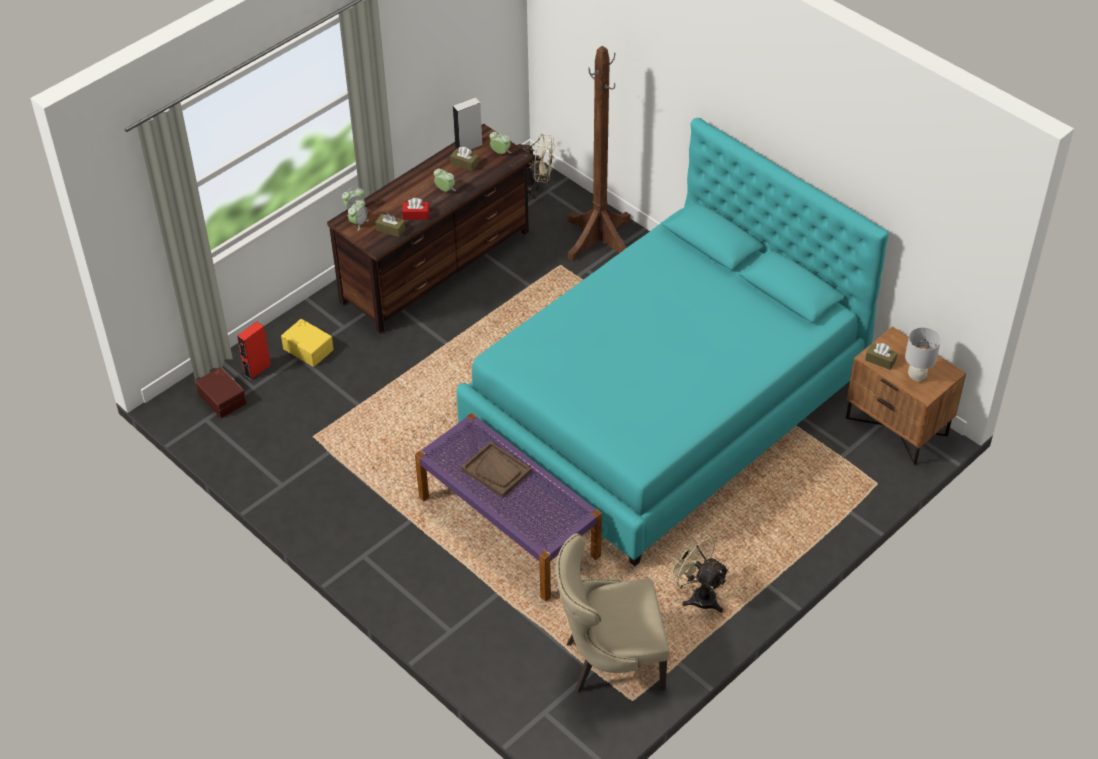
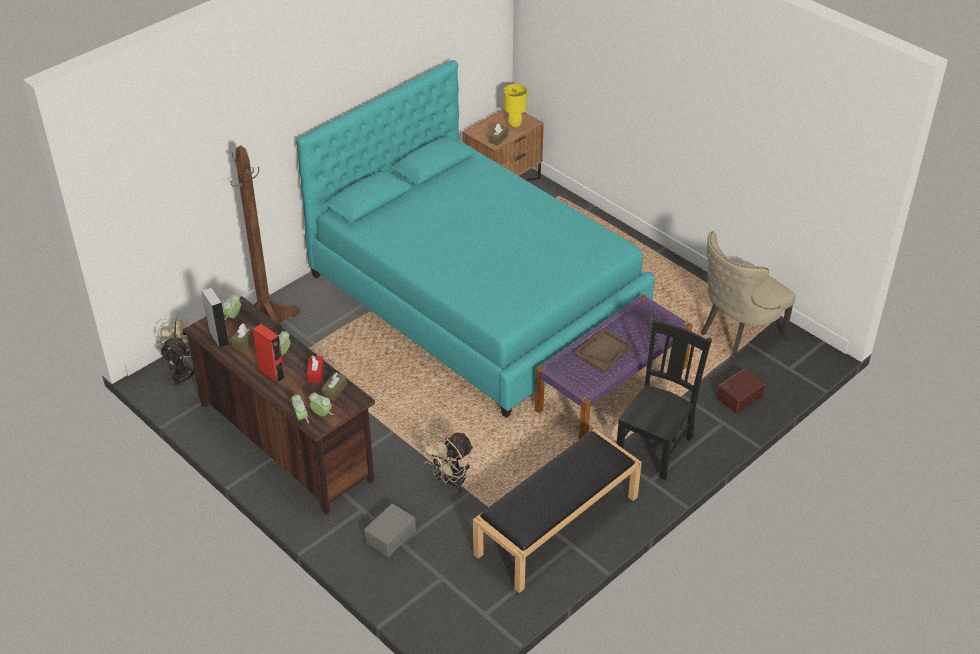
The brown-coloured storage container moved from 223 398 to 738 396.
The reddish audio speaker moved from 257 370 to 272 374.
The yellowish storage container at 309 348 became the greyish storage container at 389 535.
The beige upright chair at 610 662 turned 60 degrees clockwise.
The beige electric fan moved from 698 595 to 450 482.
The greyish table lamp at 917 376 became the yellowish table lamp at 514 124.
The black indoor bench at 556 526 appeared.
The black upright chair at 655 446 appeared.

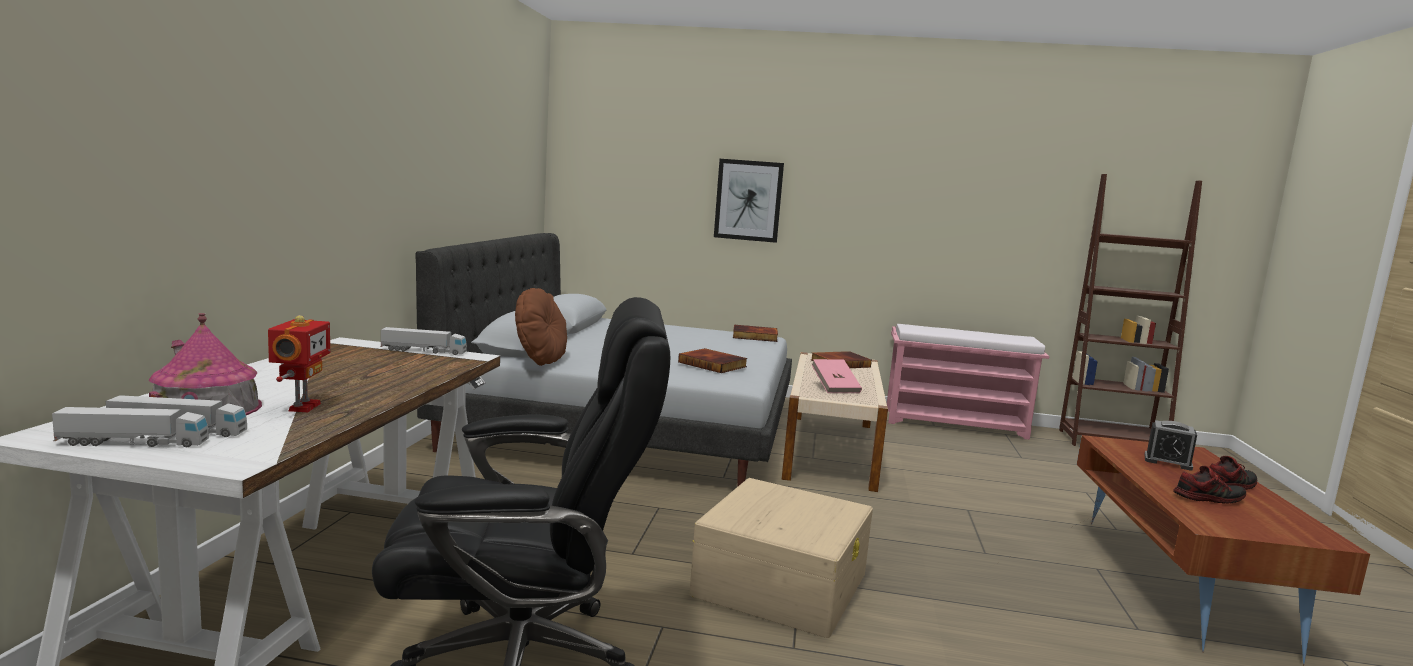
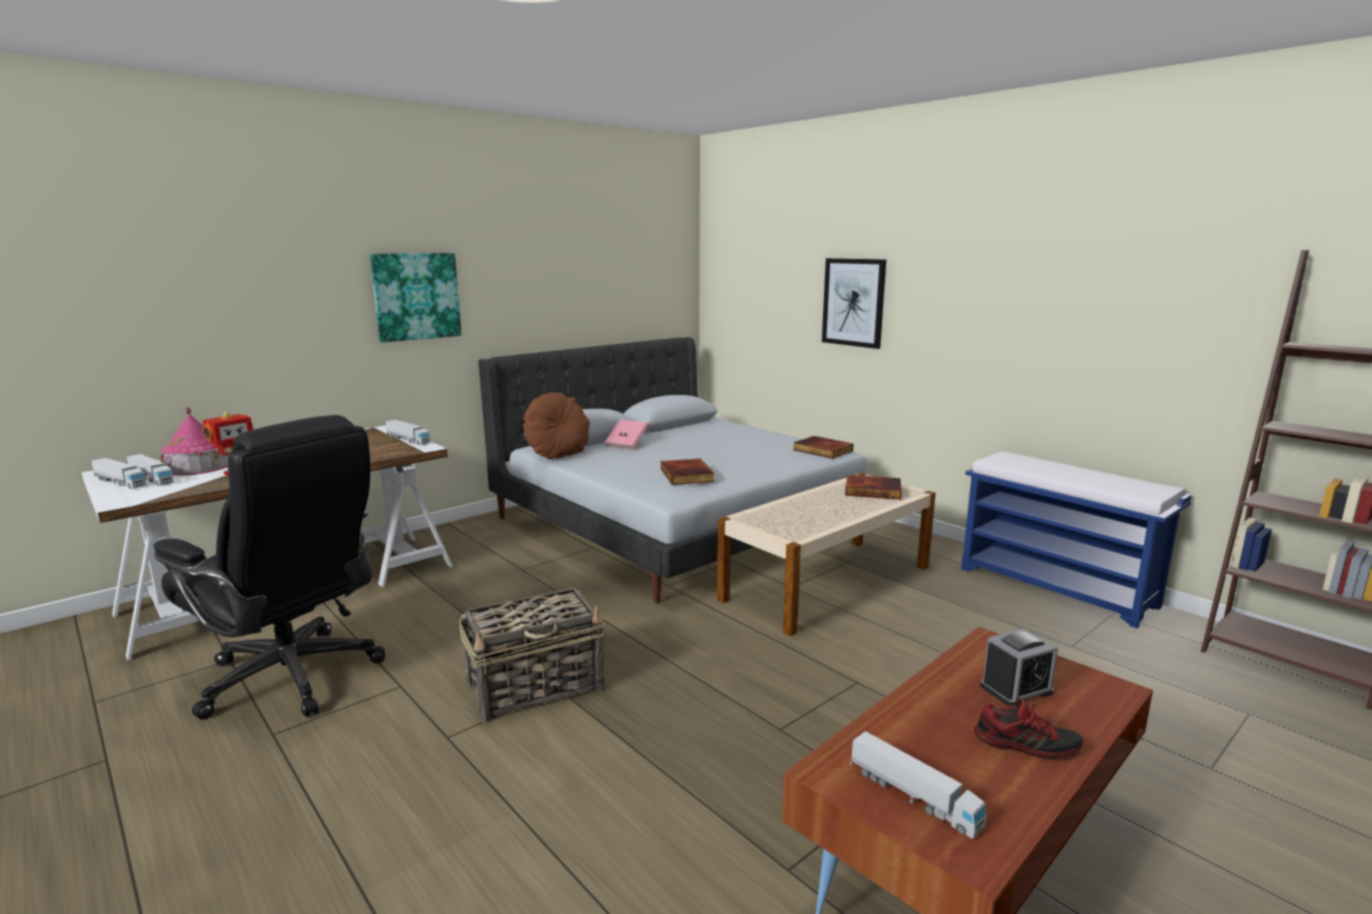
The beige storage container at 781 583 was replaced by the household basket at 536 687.
The pink volume moved from 835 388 to 626 444.
The pink indoor bench at 956 424 became the blue-coloured indoor bench at 1058 587.
The table clock at 1167 462 turned 90 degrees counterclockwise.
The shoe at 1208 498 disappeared.
The picture at 416 296 appeared.
The toy lorry at 913 797 appeared.

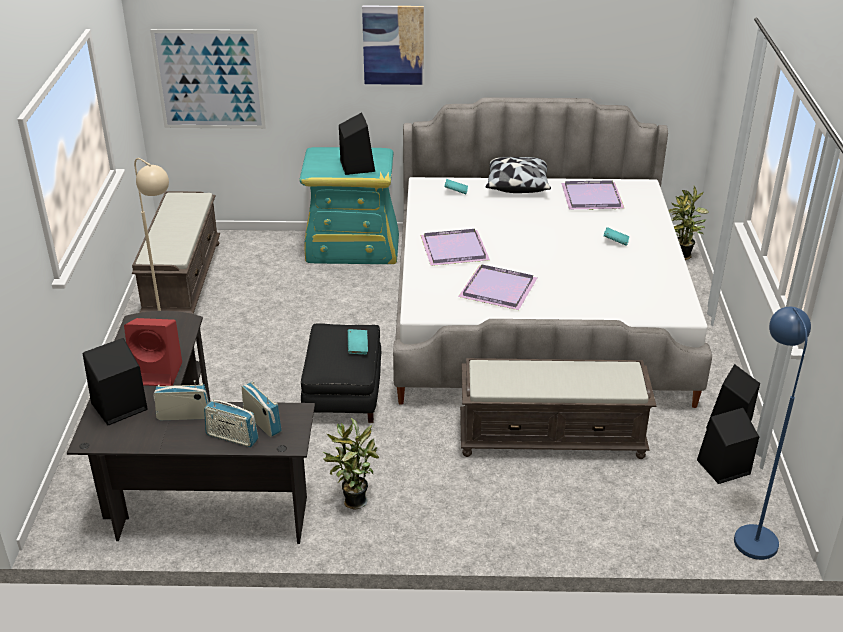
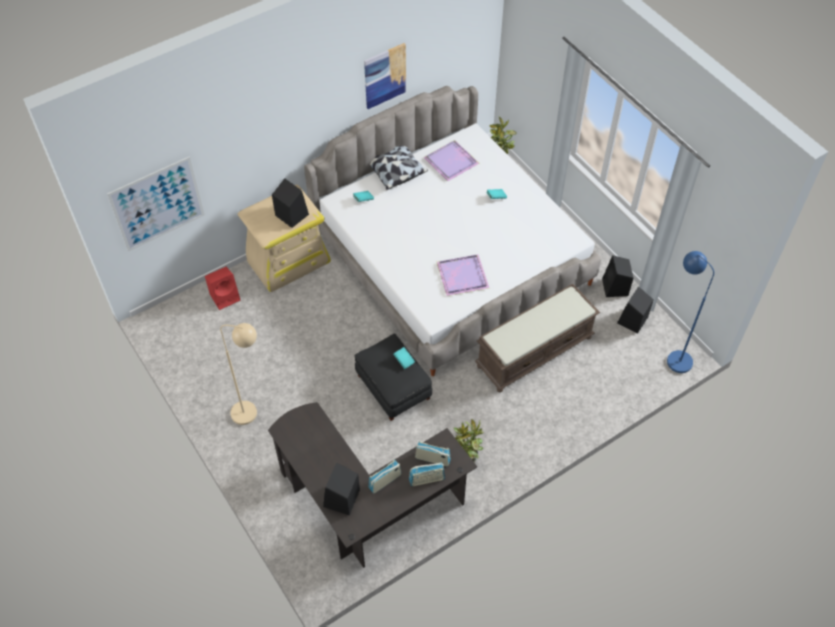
The reddish audio speaker moved from 159 373 to 225 296.
The brown-coloured indoor bench at 182 280 disappeared.
The turquoise nightstand at 353 248 became the beige nightstand at 290 262.
The picture moved from 393 45 to 385 75.
The purplish carrying tray at 453 249 disappeared.

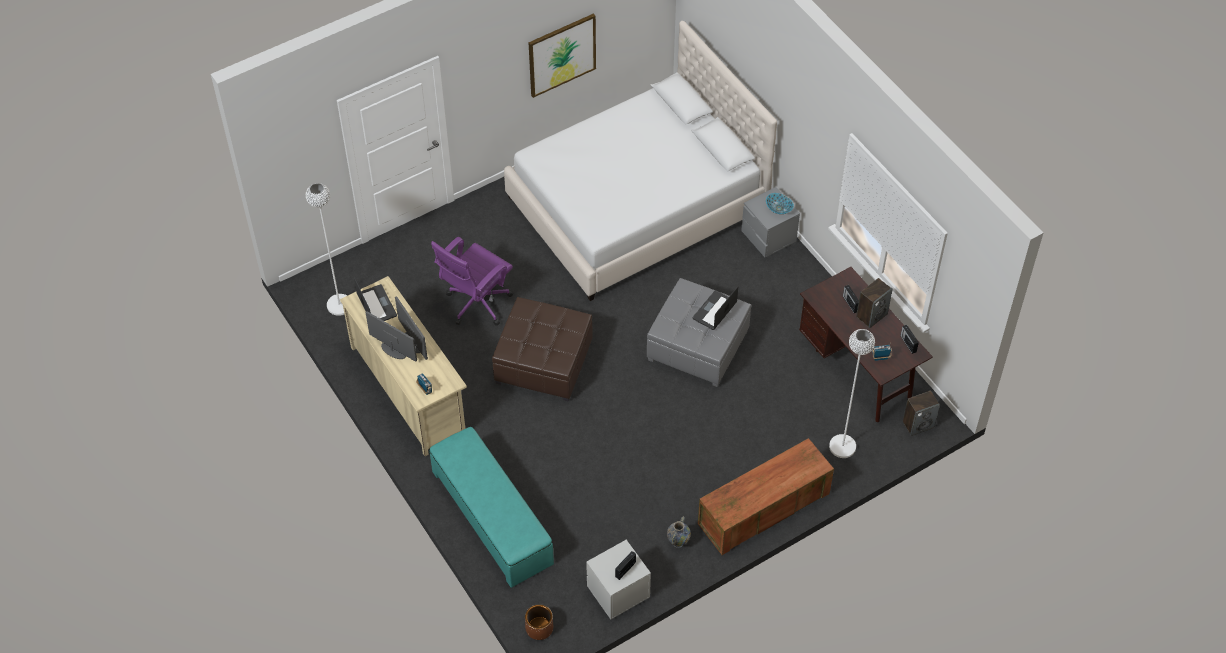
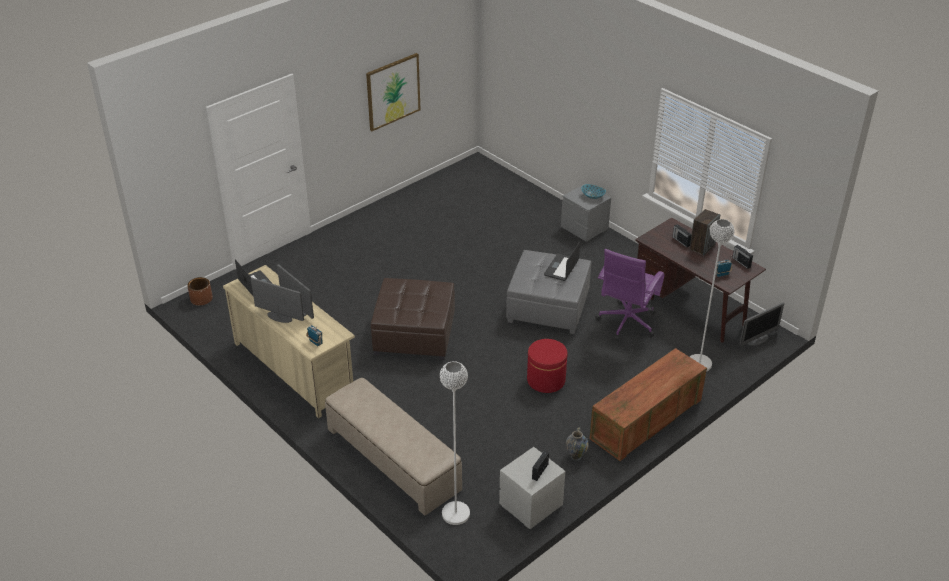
The white standing lamp moved from 339 305 to 455 513.
The turquoise indoor bench at 491 517 became the beige indoor bench at 392 459.
The purplish desk chair moved from 476 305 to 626 325.
The white sleeping bed at 637 204 disappeared.
The brown-coloured plant pot moved from 539 628 to 201 299.
The audio speaker at 918 424 was replaced by the computer screen at 758 340.
The reddish ottoman at 546 380 appeared.

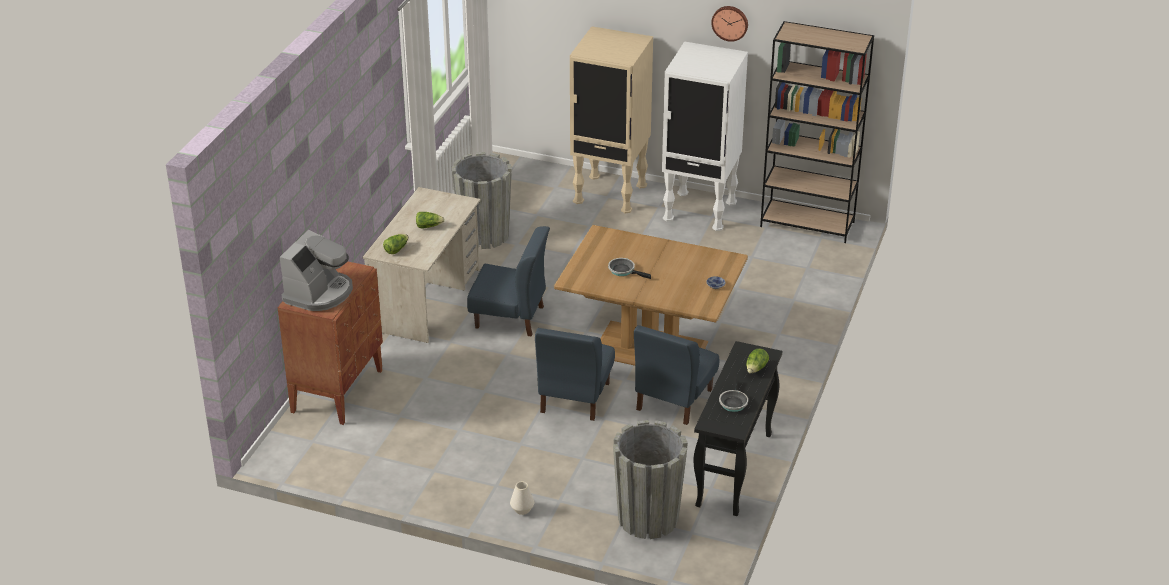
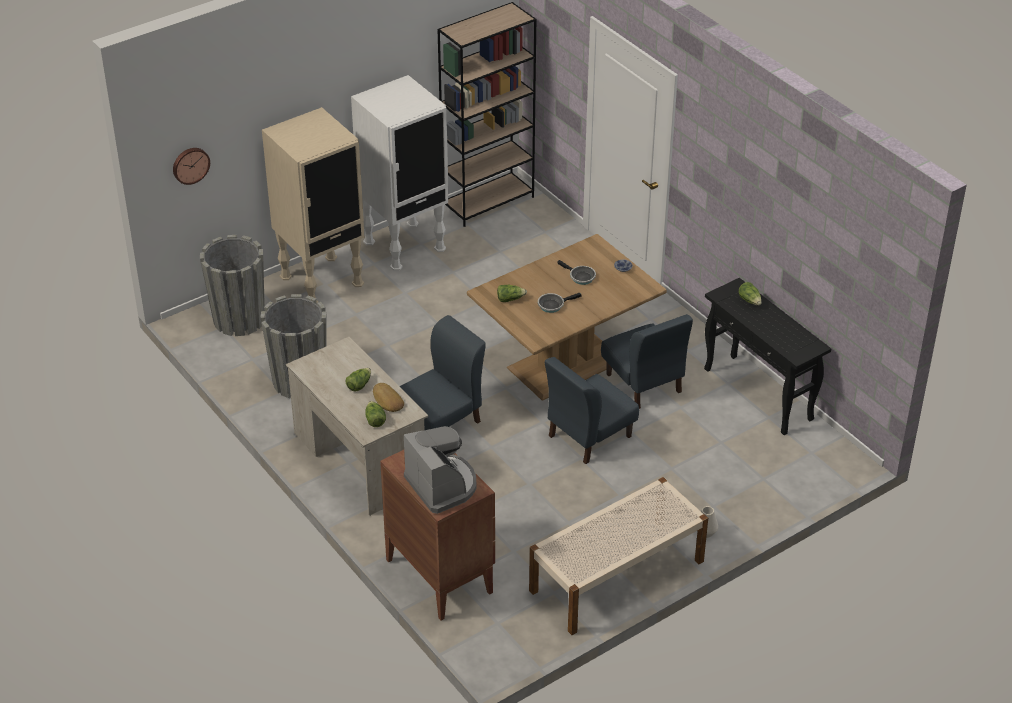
The blue-coloured upright chair at 574 397 turned 90 degrees clockwise.
The greyish plant pot moved from 648 518 to 239 319.
The hanging clock moved from 730 22 to 190 165.
The frying pan moved from 733 402 to 580 277.
The bakery bread at 387 400 appeared.
The head of lettuce at 510 299 appeared.
The beige indoor bench at 617 576 appeared.

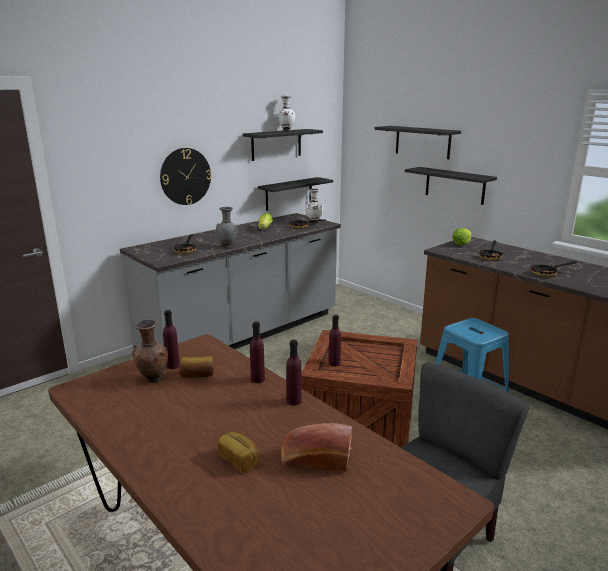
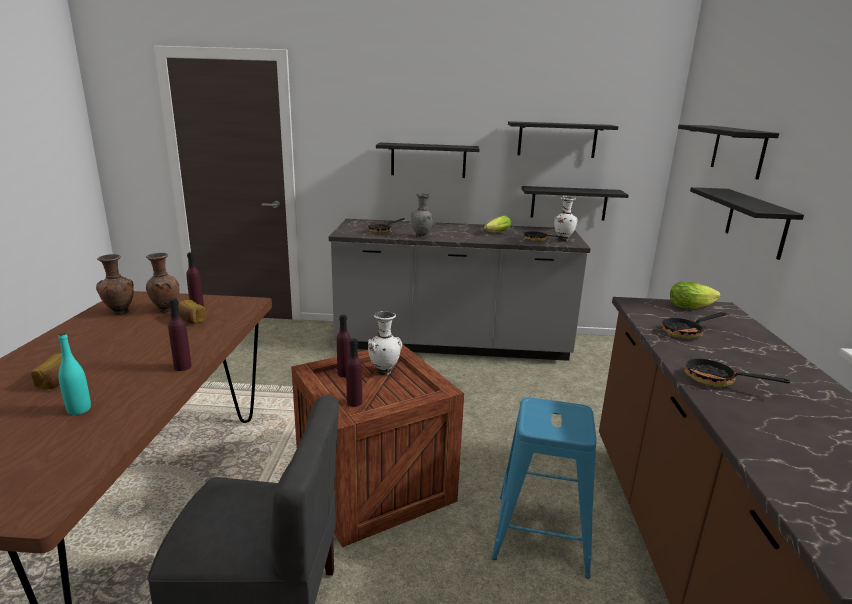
The hanging clock at 185 176 was replaced by the black wall shelf at 428 160.
The purplish beverage bottle moved from 257 379 to 354 402.
The white flower vase moved from 286 131 to 384 371.
The bakery bread at 315 460 was replaced by the turquoise beverage bottle at 79 410.
The brown-coloured flower vase at 119 313 appeared.

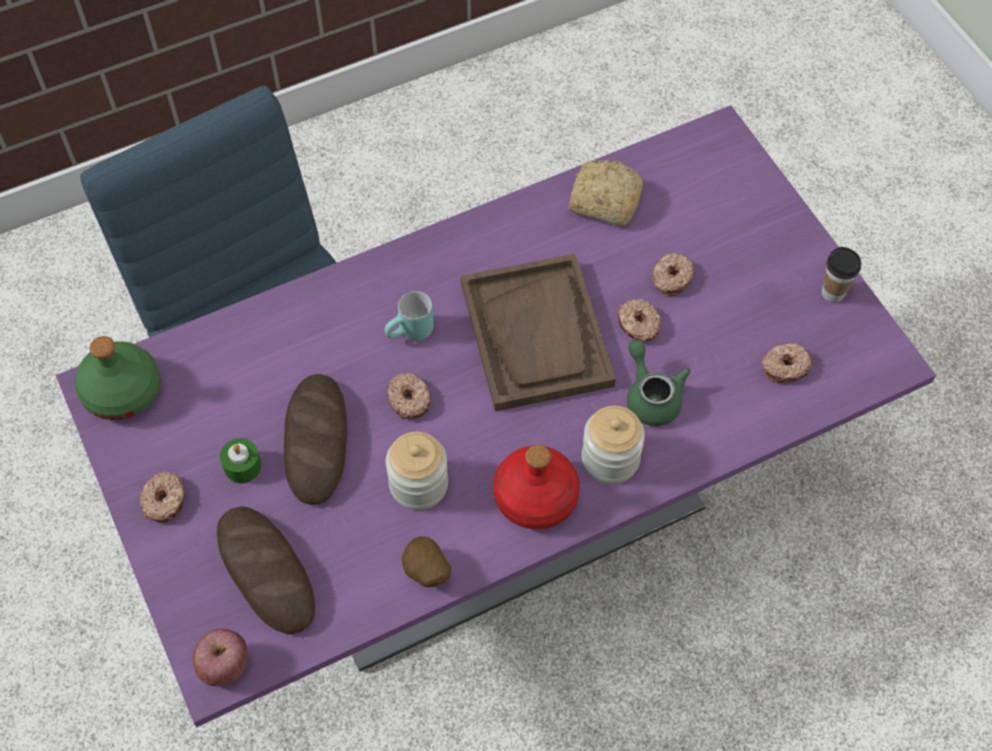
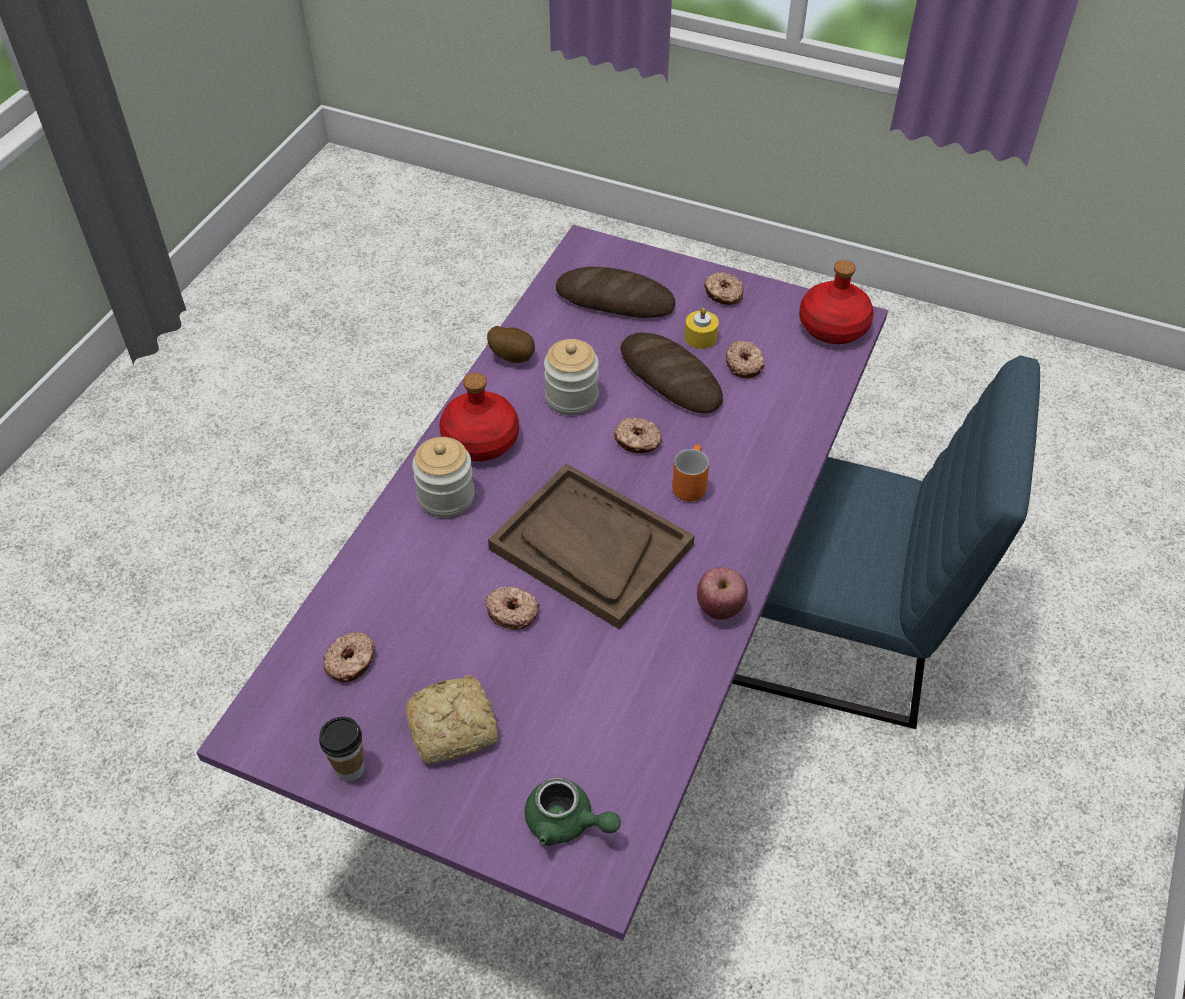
The greenish beverage bottle at 122 390 became the reddish beverage bottle at 834 327.
The whole apple moved from 224 666 to 720 607.
The greenish wax candle at 242 466 became the yellowish wax candle at 700 337.
The turquoise tea mug at 411 334 became the orange tea mug at 688 484.
The bakery bread moved from 603 200 to 455 728.
The greenish tea pot moved from 651 396 to 567 823.
The donut moved from 671 278 to 744 364.

